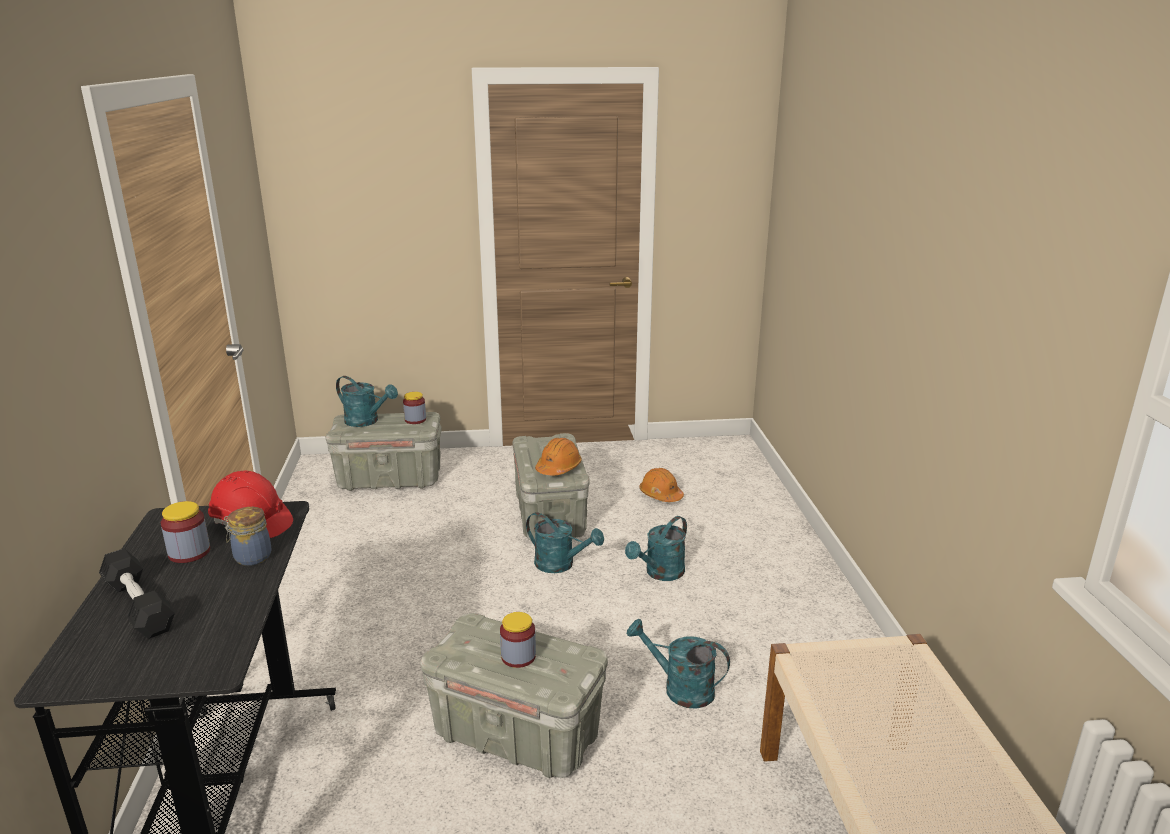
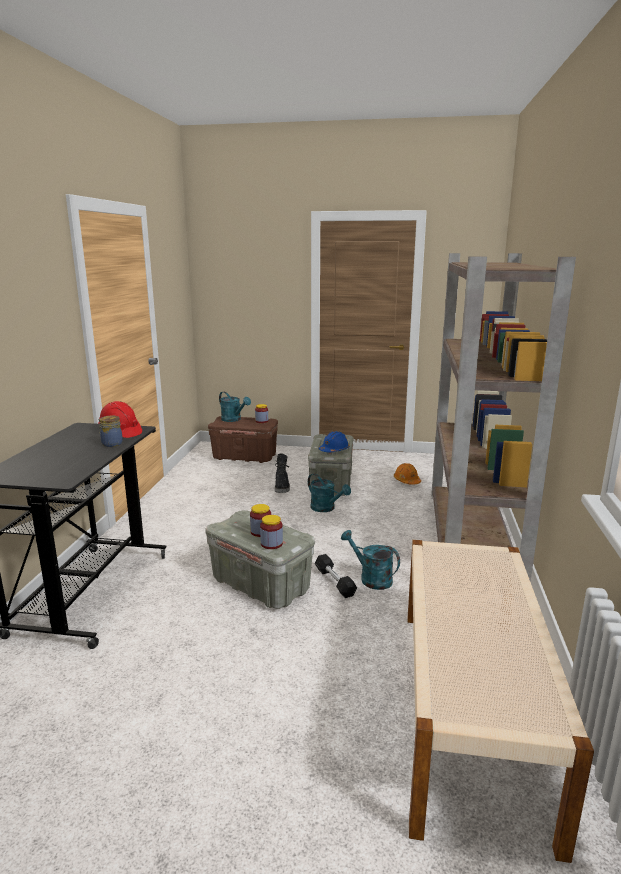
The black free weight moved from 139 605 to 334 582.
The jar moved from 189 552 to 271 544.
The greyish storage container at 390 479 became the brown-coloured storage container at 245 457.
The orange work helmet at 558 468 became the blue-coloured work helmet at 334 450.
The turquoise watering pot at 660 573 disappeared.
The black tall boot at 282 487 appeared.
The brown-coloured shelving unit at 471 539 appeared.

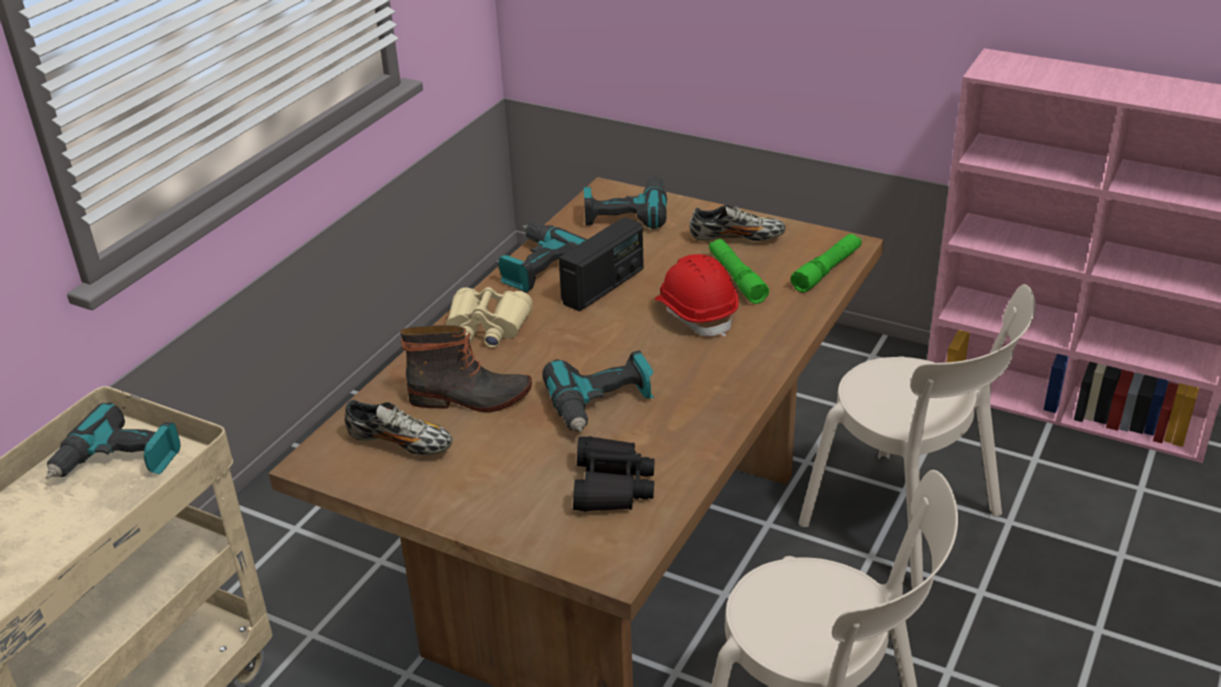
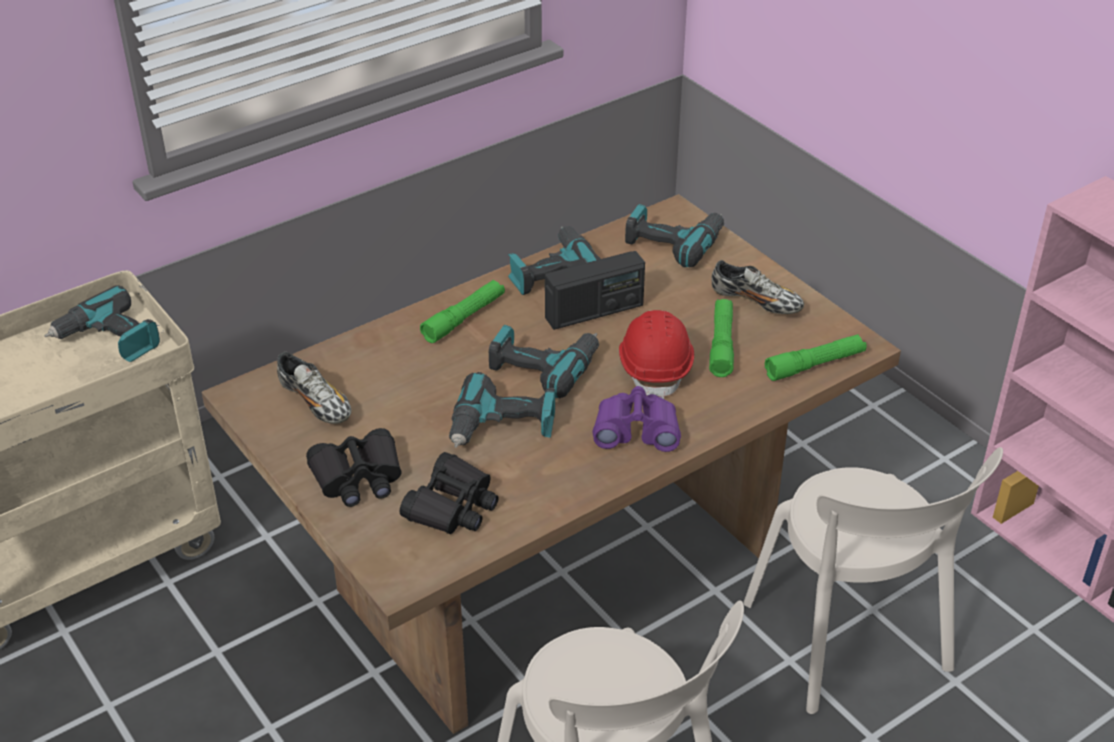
The tall boot at 470 398 disappeared.
The beige binoculars at 487 327 was replaced by the greenish flashlight at 464 318.
The black binoculars at 358 478 appeared.
The drill at 543 366 appeared.
The purplish binoculars at 636 430 appeared.

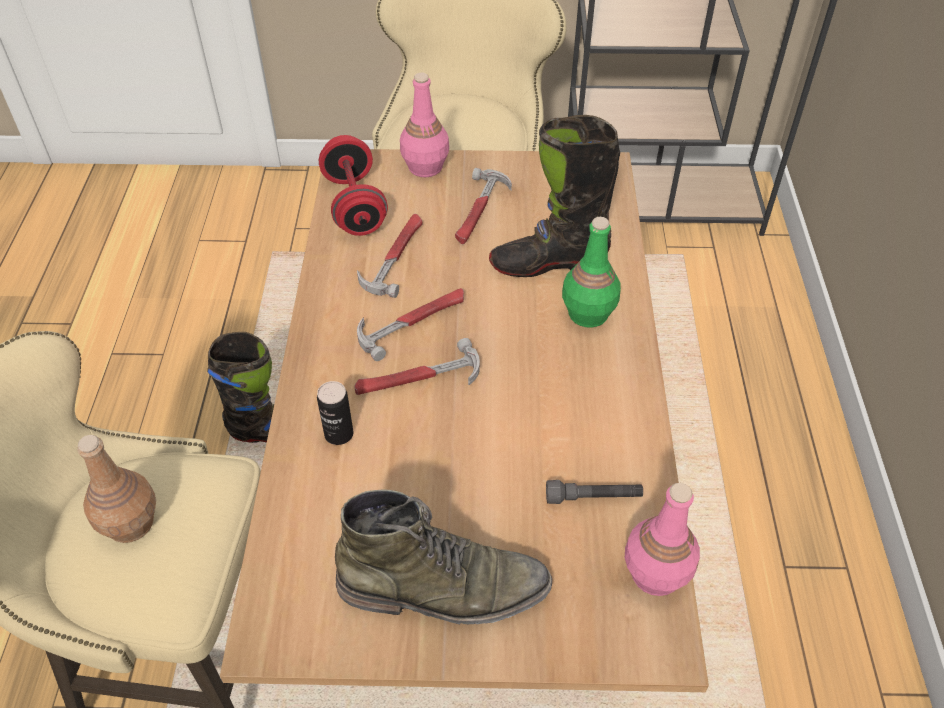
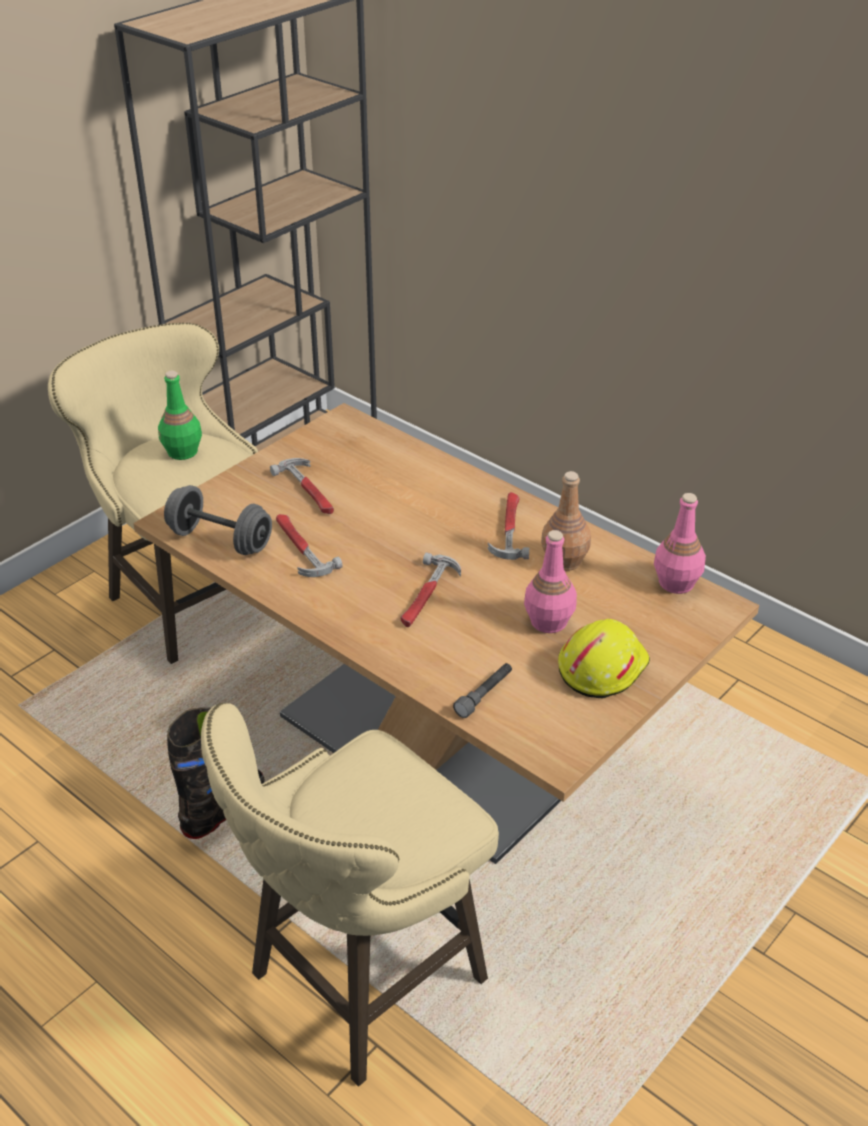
The brown-coloured beverage bottle moved from 130 524 to 564 561.
The can at 339 434 disappeared.
The reddish free weight at 355 205 became the greyish free weight at 220 540.
The greenish tall boot at 444 588 was replaced by the yellowish work helmet at 601 666.
The hammer moved from 413 321 to 509 529.
The pink beverage bottle moved from 424 167 to 548 622.
The black tall boot at 548 262 disappeared.
The greyish flashlight moved from 593 497 to 484 695.
The greenish beverage bottle moved from 588 314 to 183 452.

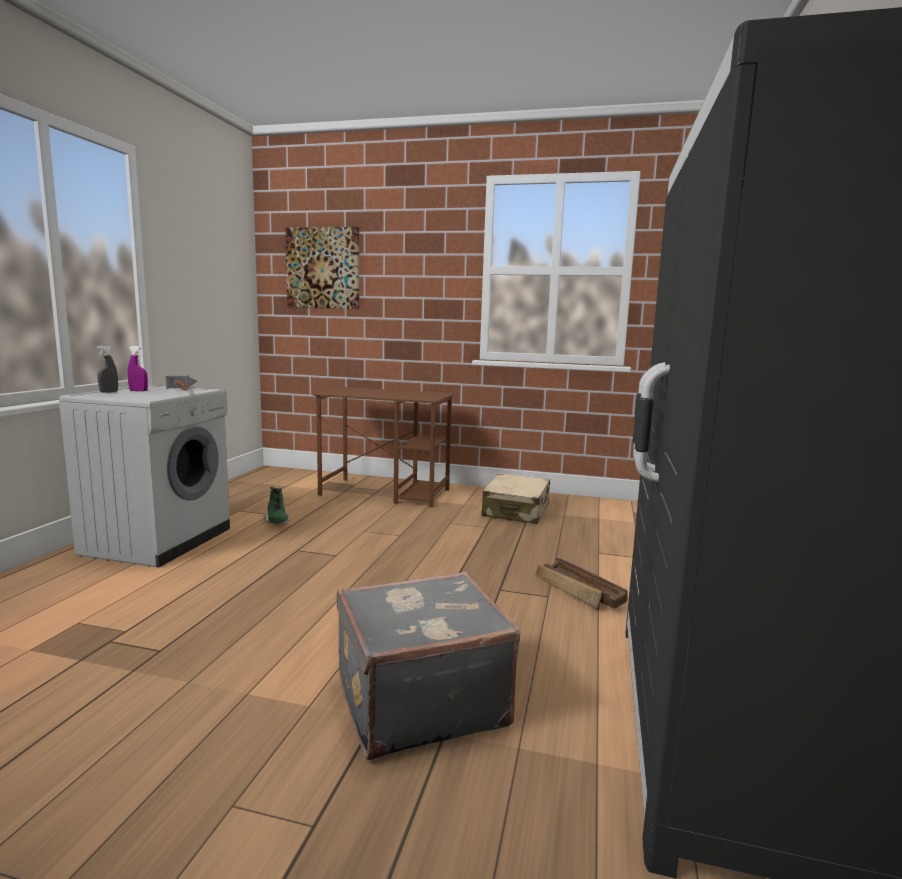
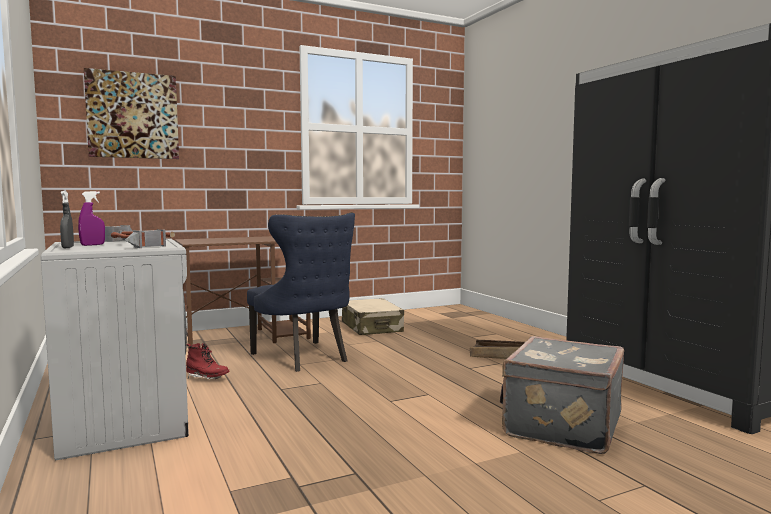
The greenish tall boot at 277 522 became the reddish tall boot at 207 378.
The hammer at 128 245 appeared.
The blue-coloured upright chair at 304 357 appeared.

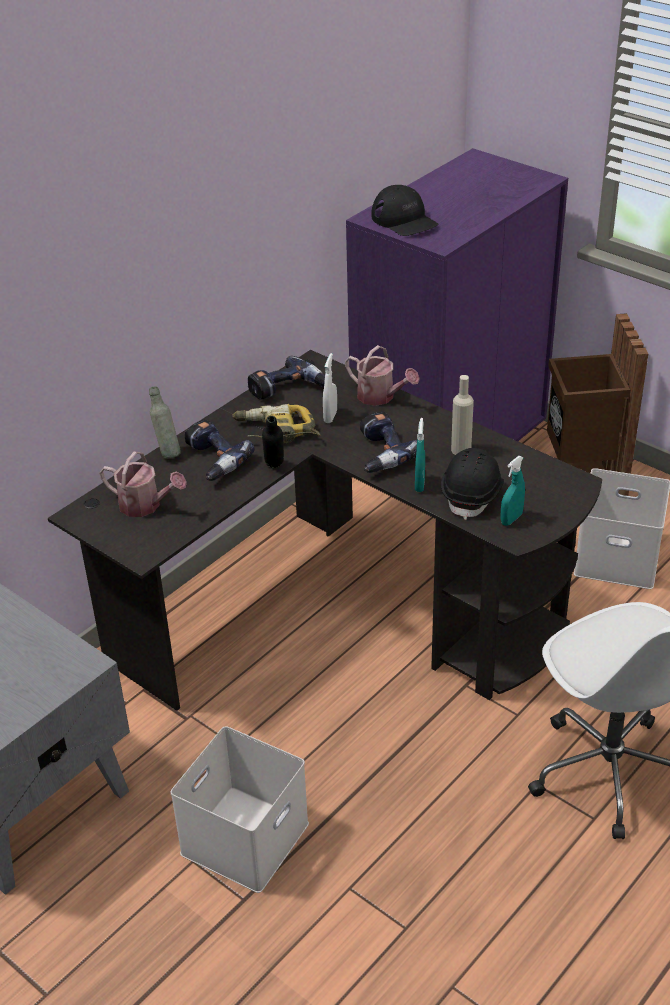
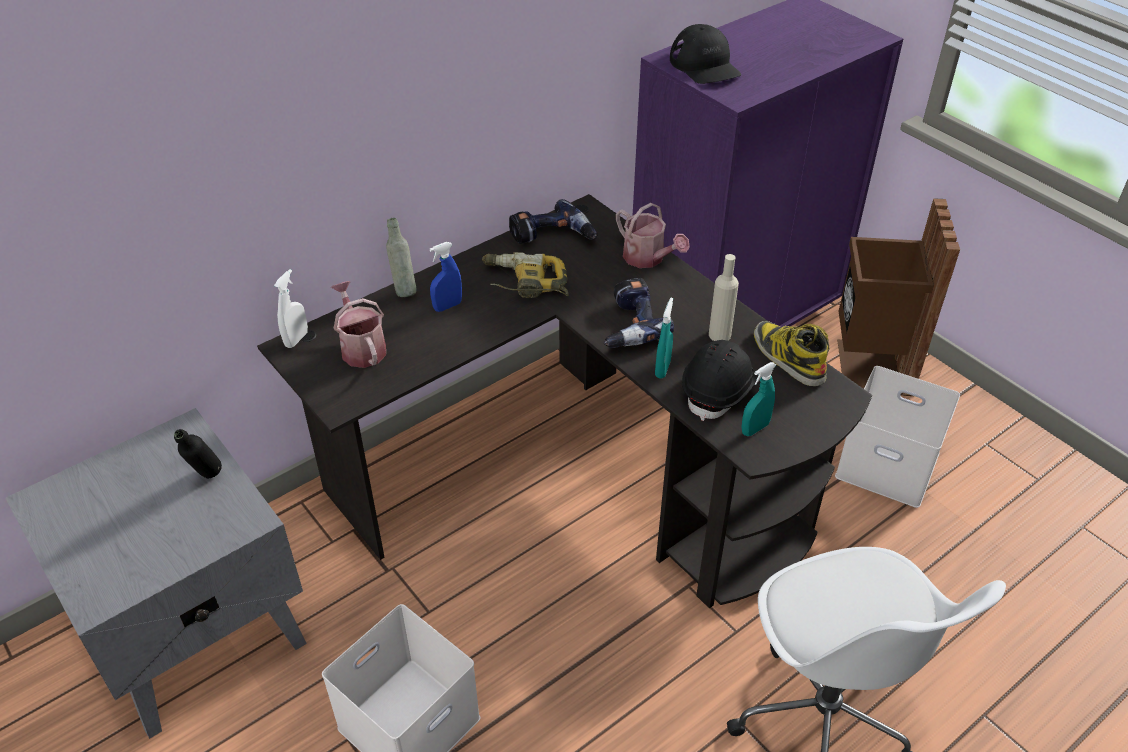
The watering pot at 145 505 turned 150 degrees counterclockwise.
The drill at 212 461 was replaced by the blue-coloured spray bottle at 447 306.
The black beverage bottle moved from 274 469 to 207 480.
The white spray bottle moved from 330 416 to 296 339.
The tall boot at 787 358 appeared.

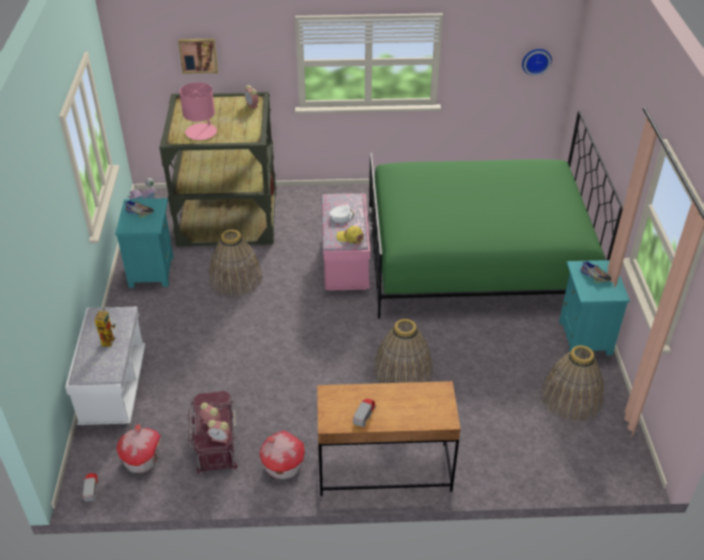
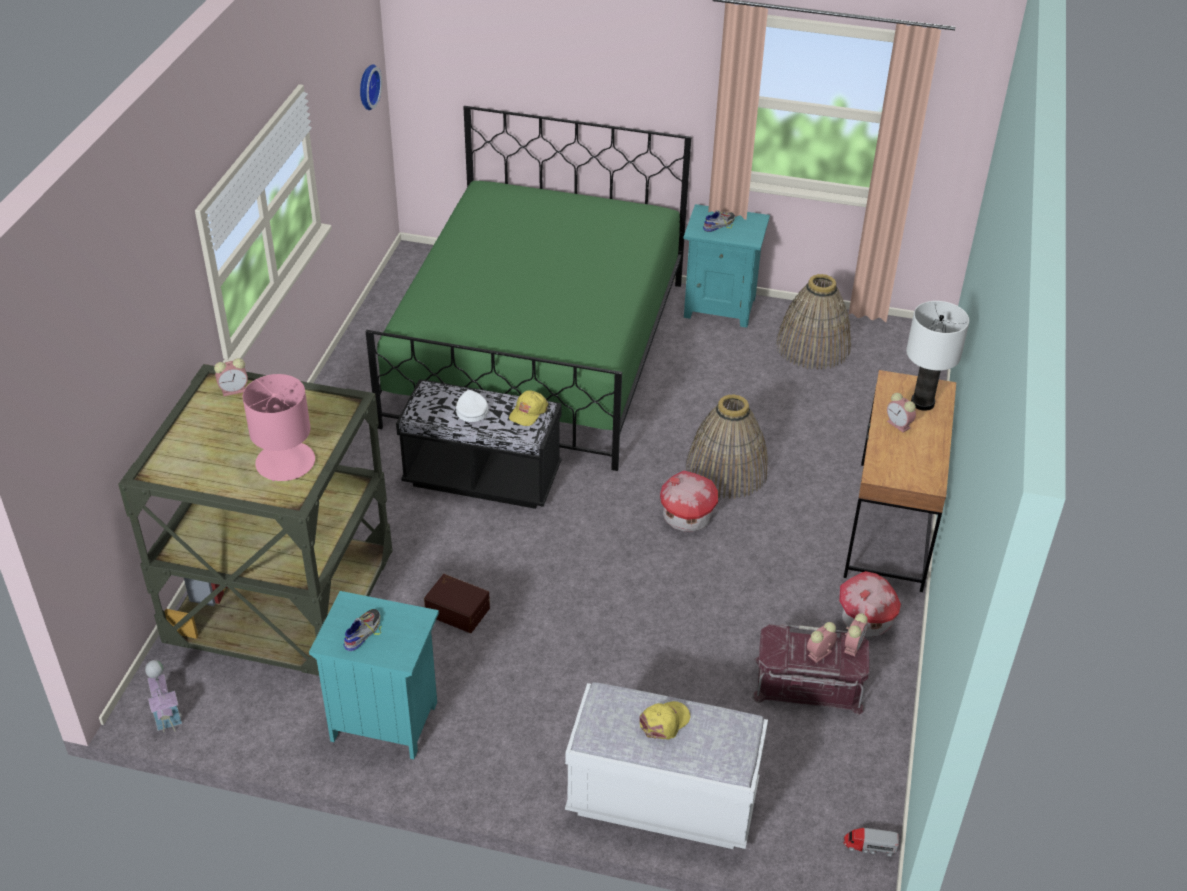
The model robot at 108 339 was replaced by the yellowish cap at 664 722.
The miniature house moved from 142 459 to 686 517.
The picture at 198 55 disappeared.
The household basket at 235 278 was replaced by the brown-coloured storage container at 458 610.
The pink indoor bench at 345 263 became the black indoor bench at 482 477.
The toy lorry at 364 415 disappeared.
The table clock at 899 425 appeared.
The white table lamp at 922 403 appeared.

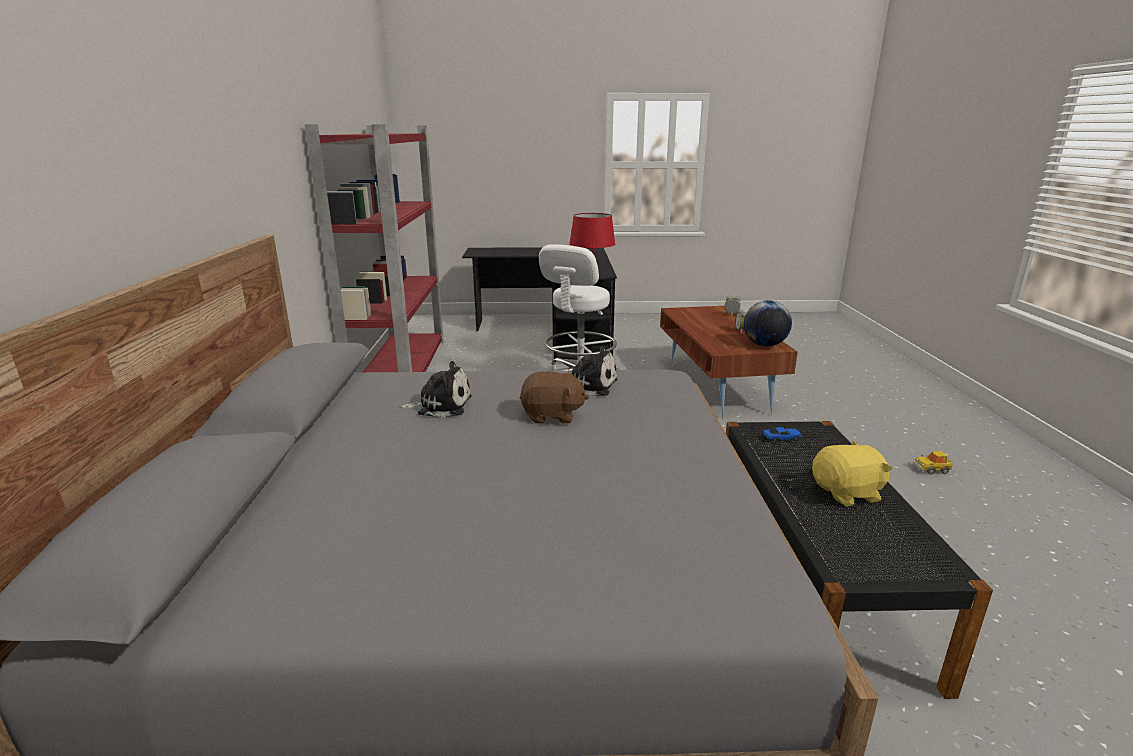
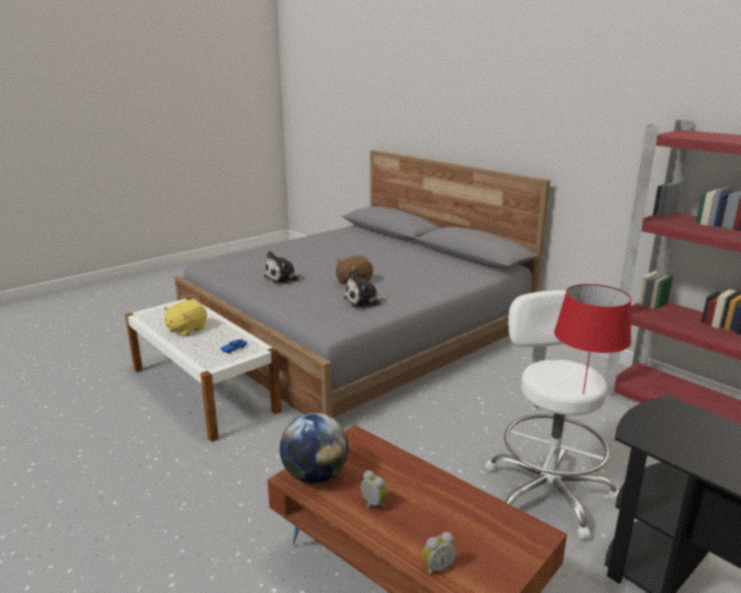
The cuddly toy moved from 441 405 to 283 278.
The black indoor bench at 811 579 became the white indoor bench at 204 389.
The toy car at 931 469 disappeared.

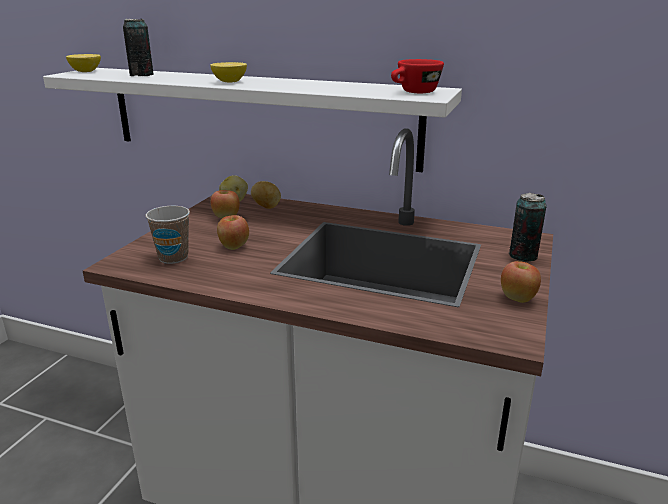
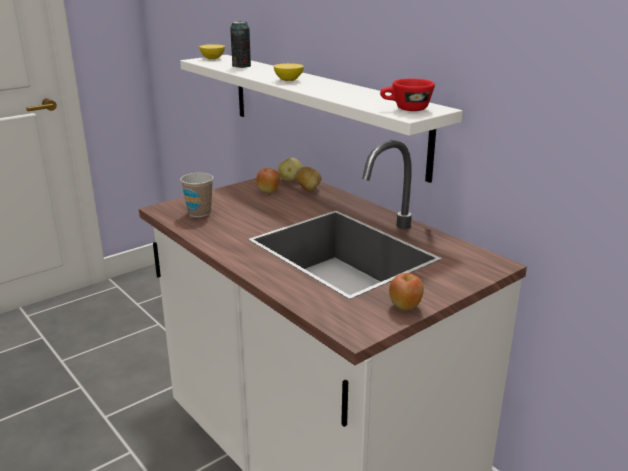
The whole apple at 233 246 disappeared.
The can at 523 256 disappeared.

